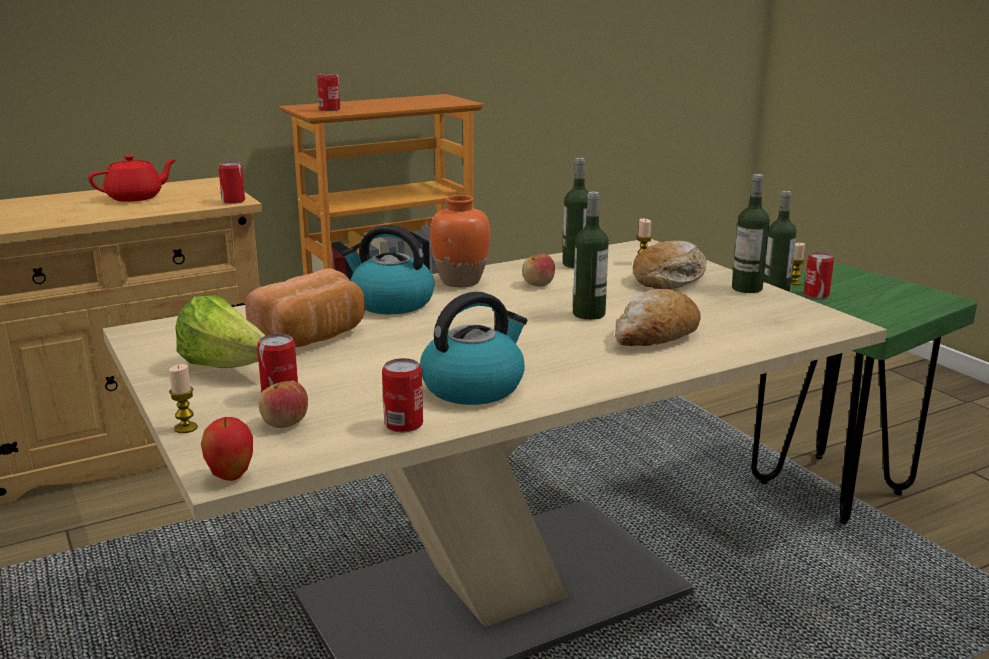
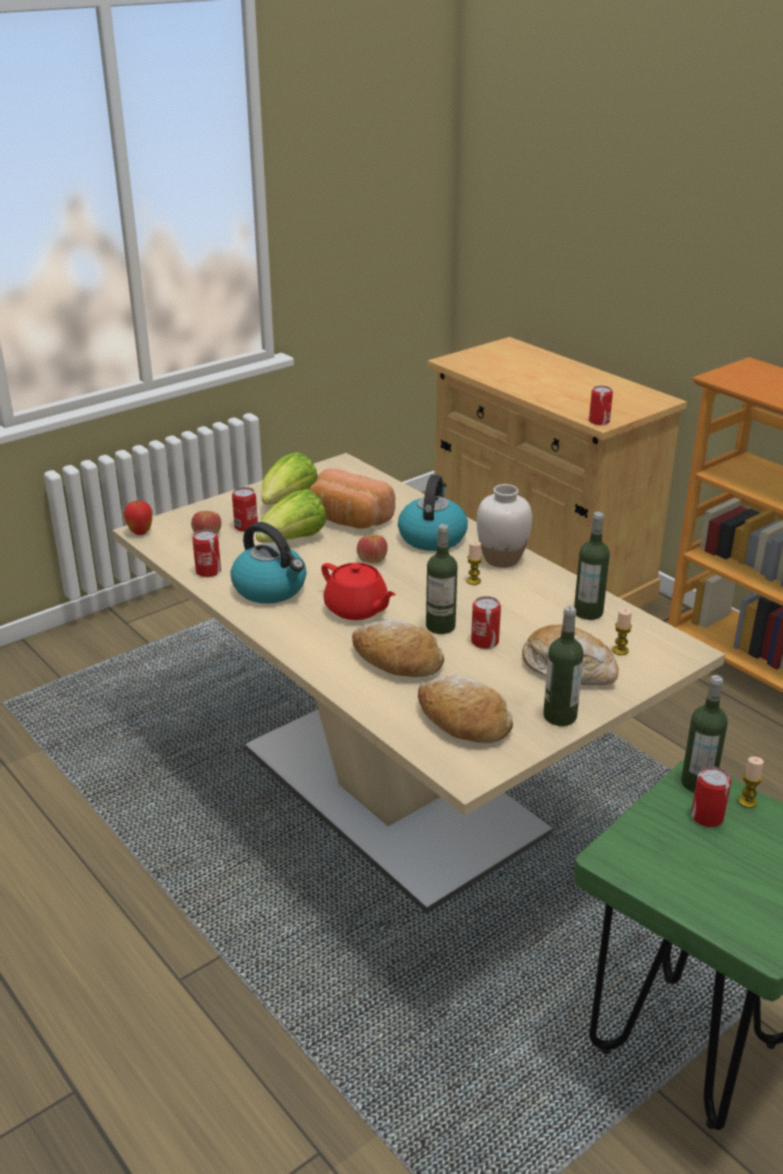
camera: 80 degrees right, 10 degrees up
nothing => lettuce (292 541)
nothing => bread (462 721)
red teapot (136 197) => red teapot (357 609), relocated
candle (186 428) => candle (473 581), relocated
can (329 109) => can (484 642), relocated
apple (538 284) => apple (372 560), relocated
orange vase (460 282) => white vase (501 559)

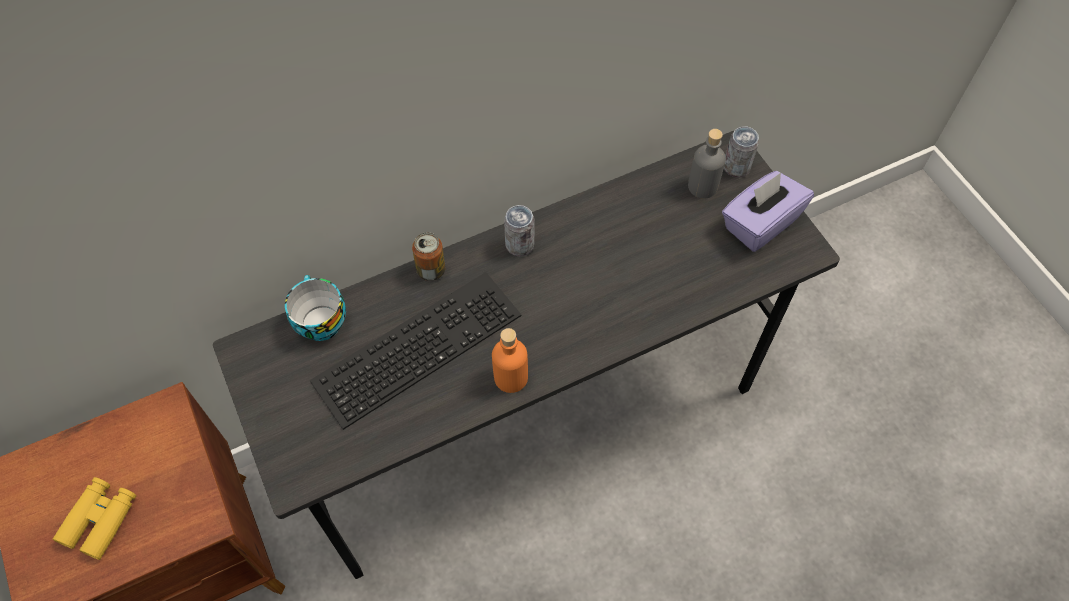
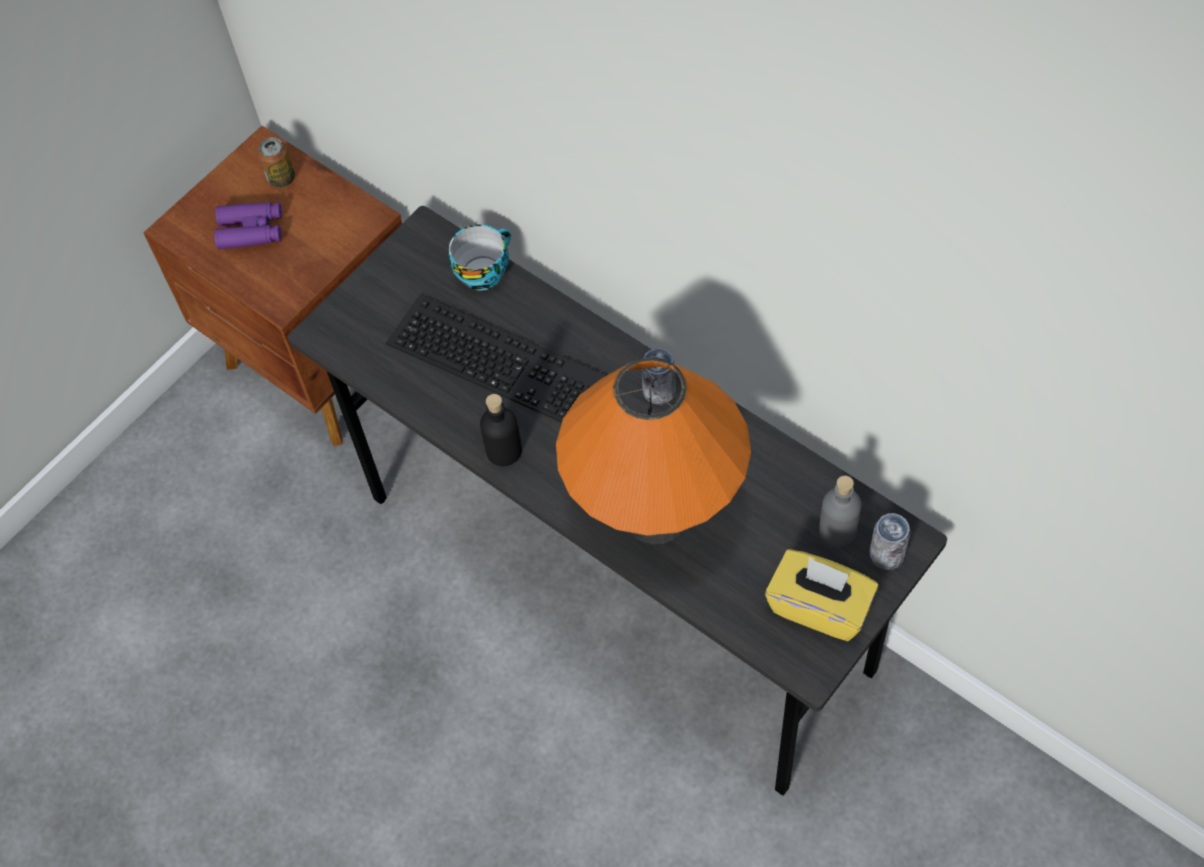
camera: 70 degrees right, 0 degrees up
nothing => orange table lamp (656 517)
can (431 270) => can (281 178), relocated
yellow binoculars (100 520) => purple binoculars (251 230)
orange bottle (510 377) => black bottle (504 450)
purple tissue box (760 223) => yellow tissue box (819 607)

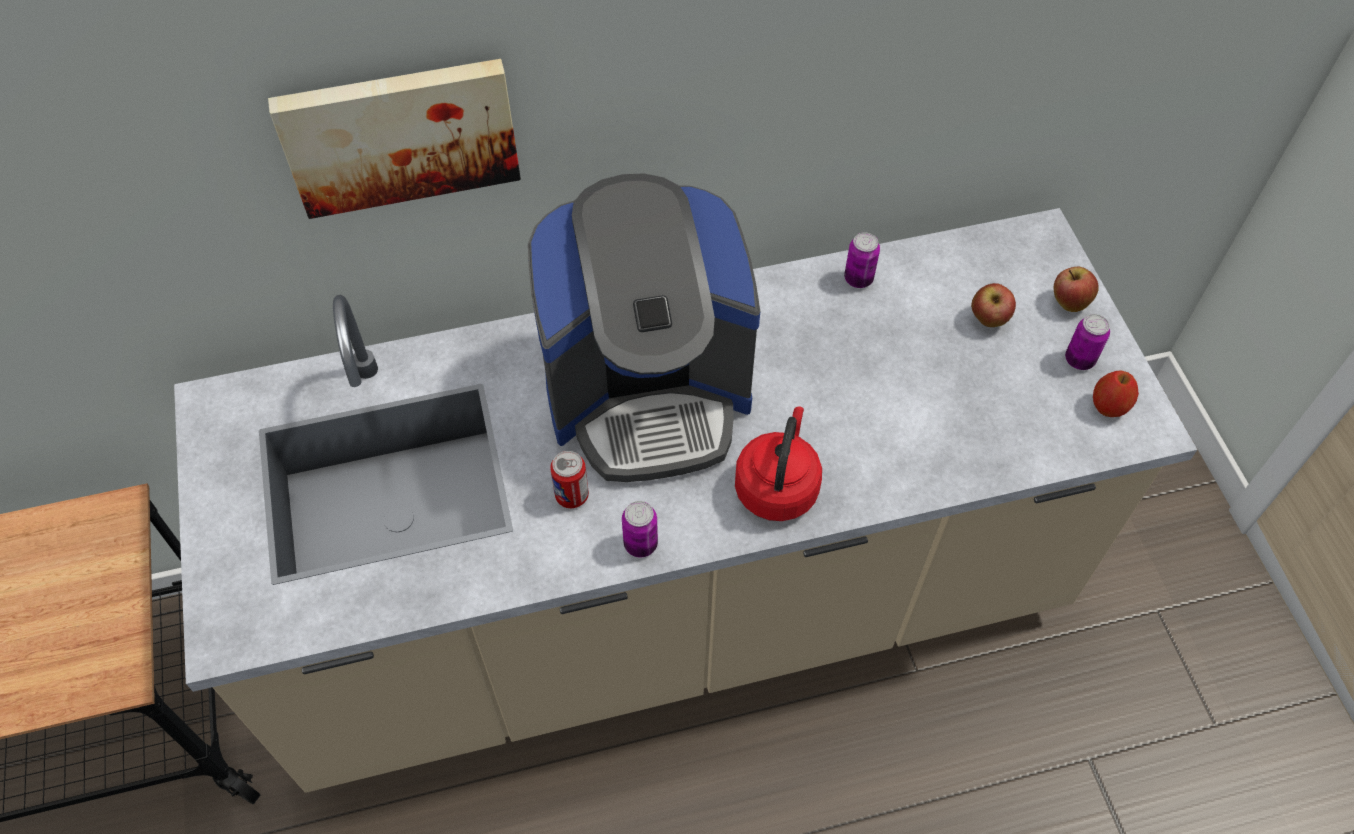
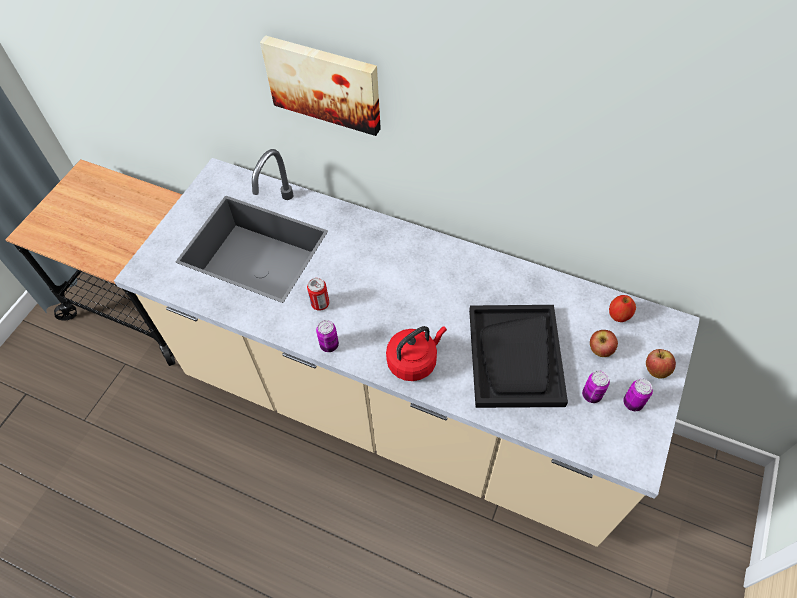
camera: 40 degrees right, 0 degrees up
coffee machine (648 393) => nothing
nothing => black tray (515 357)
can (858 279) => can (591 395), relocated
apple (1109 407) => apple (618 316), relocated

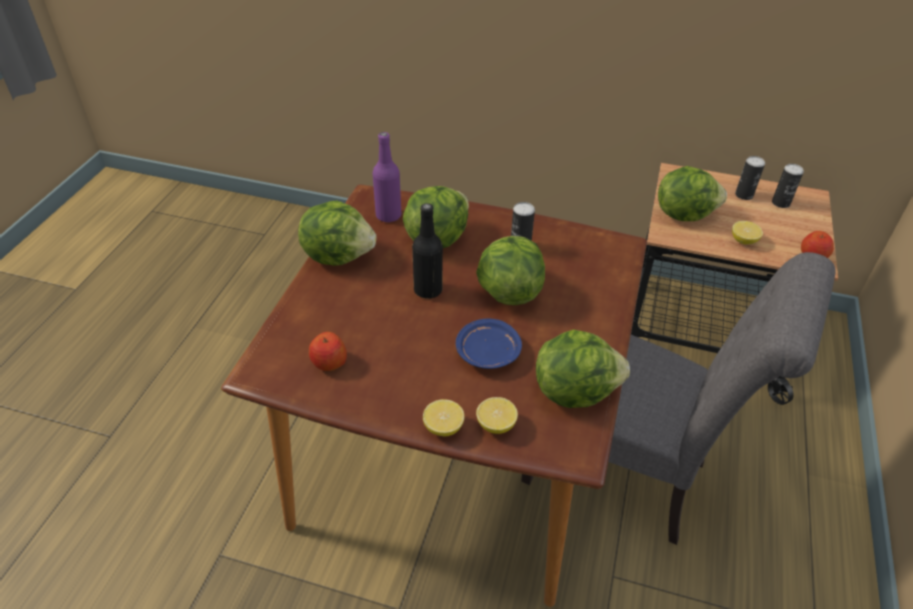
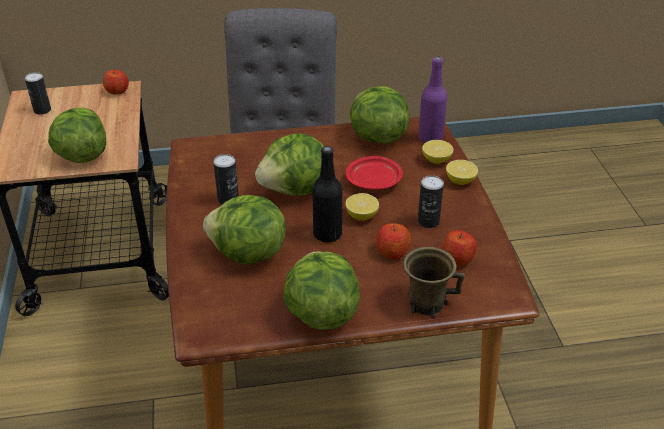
camera: 115 degrees left, 5 degrees down
nothing => apple (392 252)
nothing => brown mug (426 302)
purple bottle (388 215) => purple bottle (430 138), relocated
lemon (743 240) => lemon (361 216), relocated
can (744 195) => can (428 221), relocated
blue plate (488 353) => red plate (374 181)

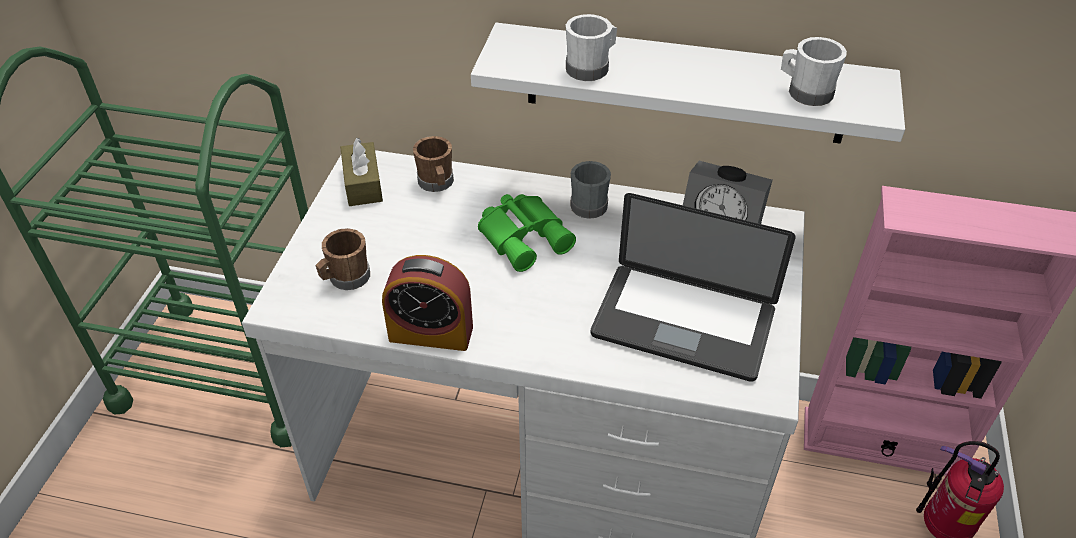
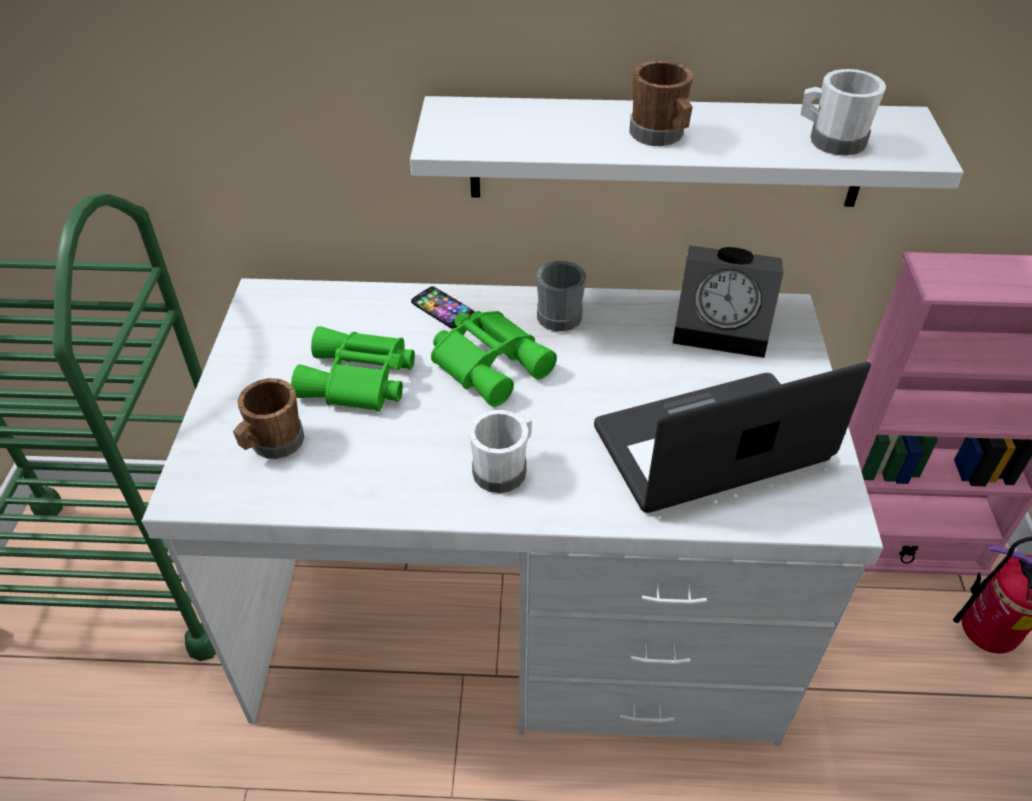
camera: 10 degrees left, 0 degrees up
brown tissue box (363 184) => nothing
alarm clock (431 333) => nothing
nothing => green binoculars (358 381)
nothing => phone (443 309)
brown mug (437 183) => brown mug (660 136), relocated
white mug (591 68) => white mug (504 469), relocated
laptop (683 323) => laptop (711 445), 150 degrees clockwise

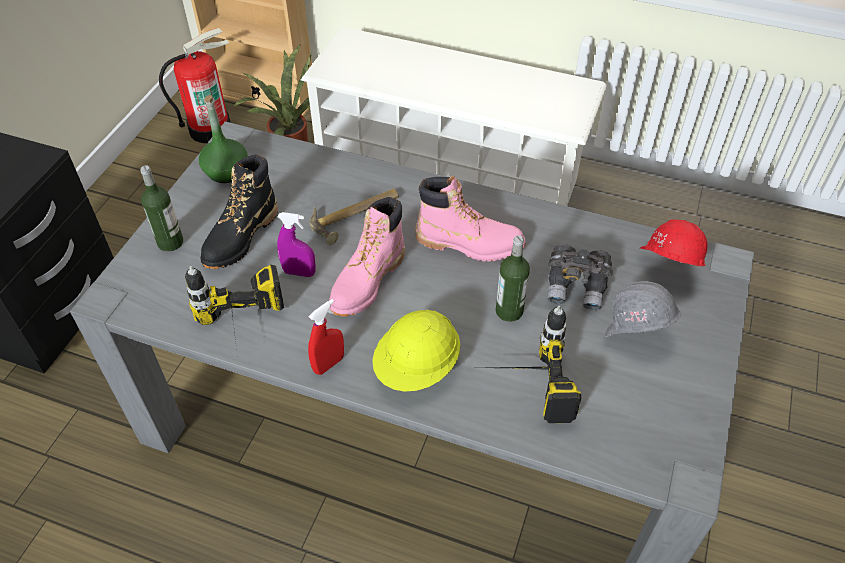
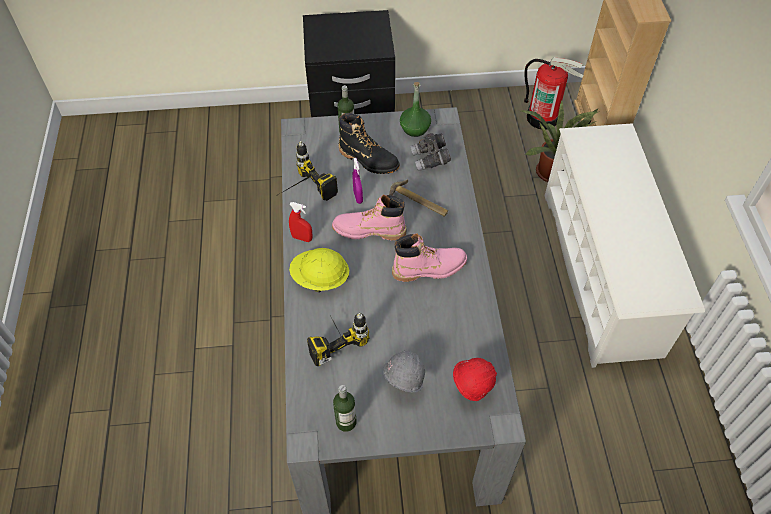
camera: 65 degrees right, 5 degrees up
bottle (509 311) => bottle (346 422), relocated
grey binoculars (577 287) => grey binoculars (430 159), relocated
black boot (241 237) => black boot (368 159), 150 degrees counterclockwise
pink boot (469 243) => pink boot (429 268), 90 degrees counterclockwise

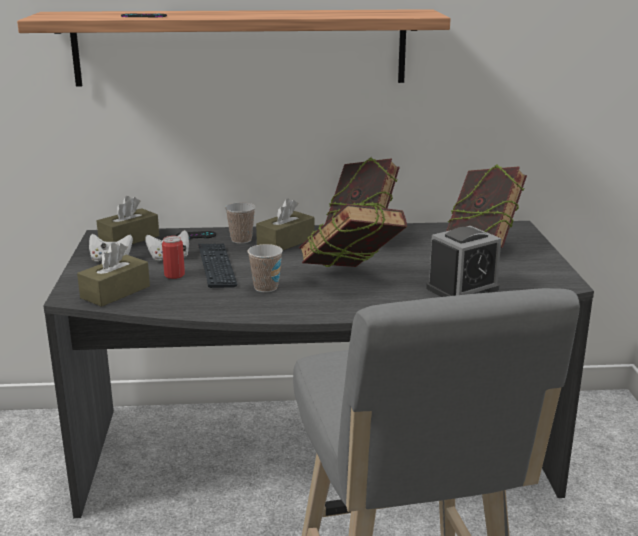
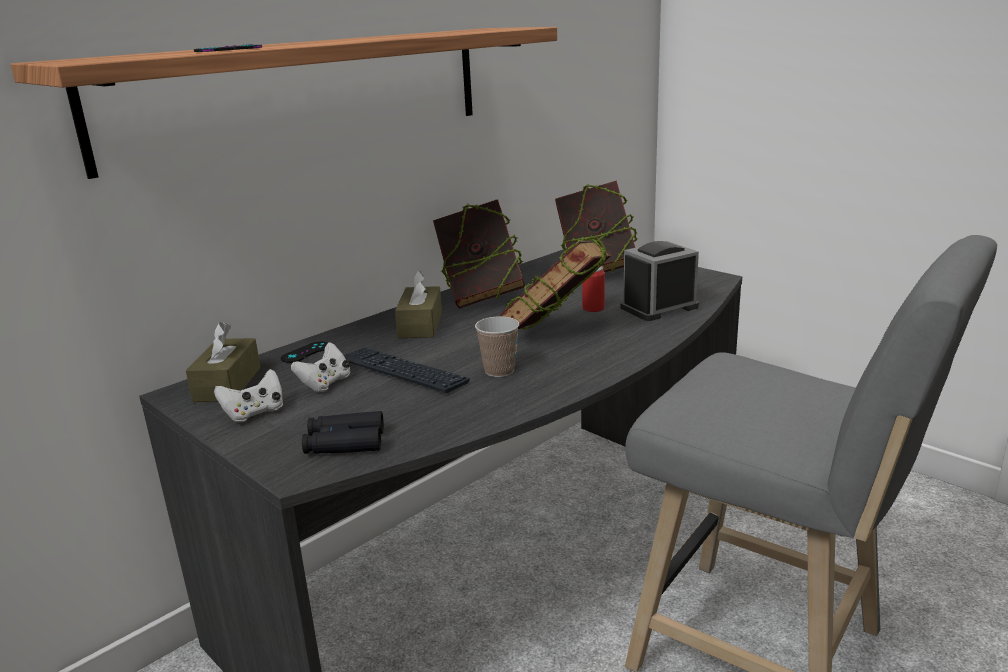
camera: 40 degrees left, 0 degrees up
cup (241 240) => nothing
can (174 275) => can (593 308), relocated
brown tissue box (115 292) => black binoculars (344 443)
alarm clock (462 288) => alarm clock (659 307), 135 degrees counterclockwise

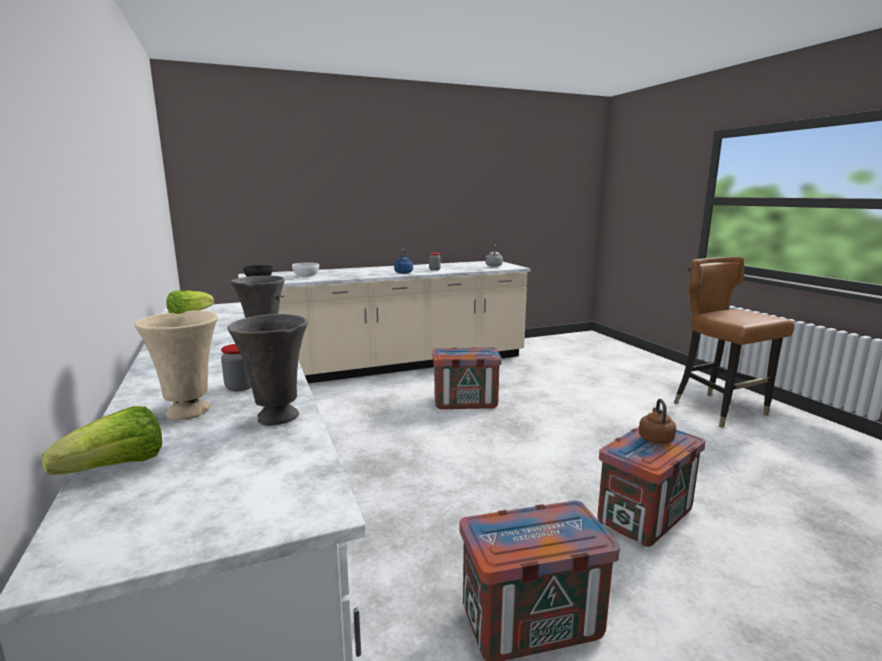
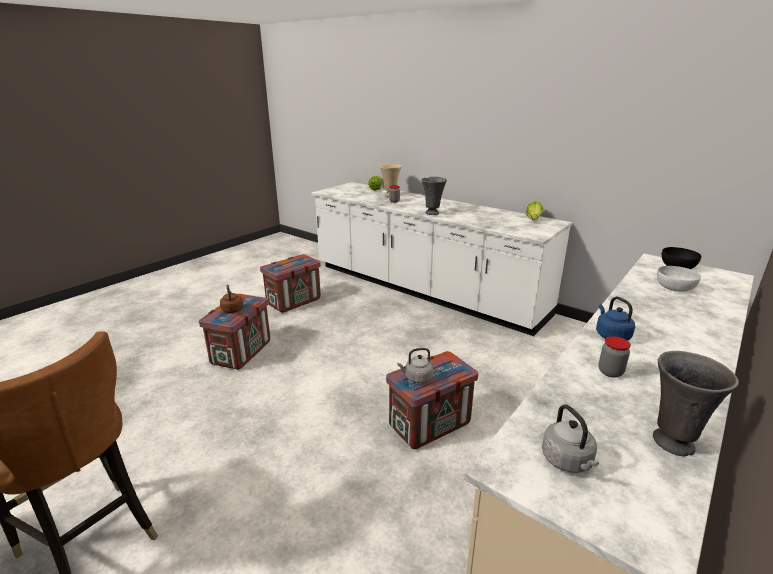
camera: 150 degrees right, 10 degrees up
nothing => grey kettle (417 378)
grey vase (276 418) => grey vase (671 441), relocated

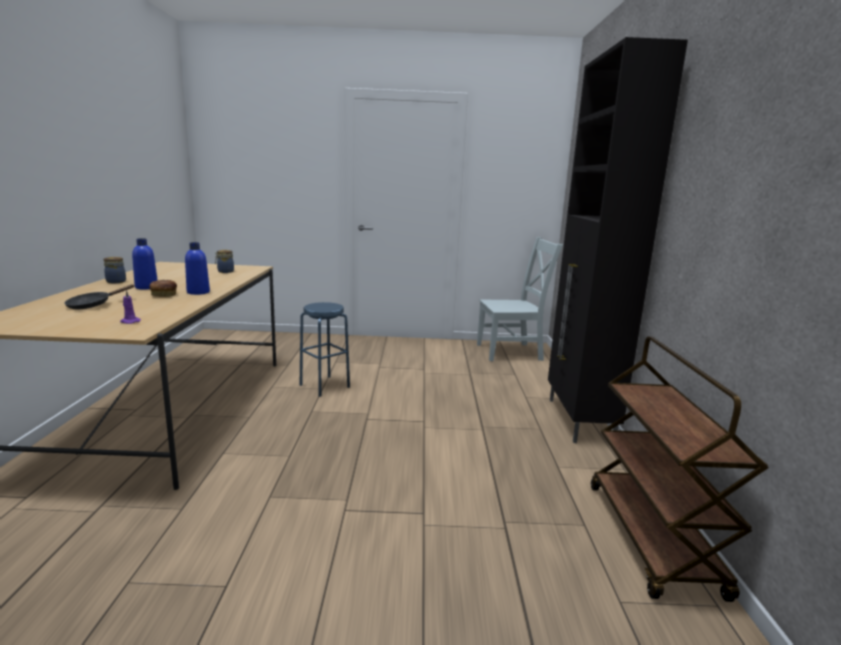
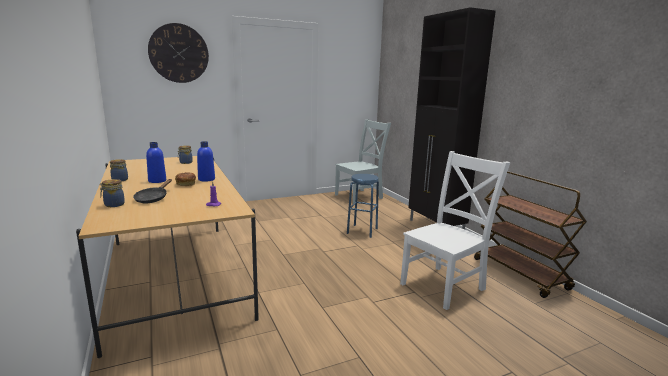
camera: 25 degrees left, 0 degrees up
nothing => jar (113 205)
nothing => wall clock (179 53)
nothing => white chair (445 285)
blue stool (324 386) => blue stool (362 231), relocated

